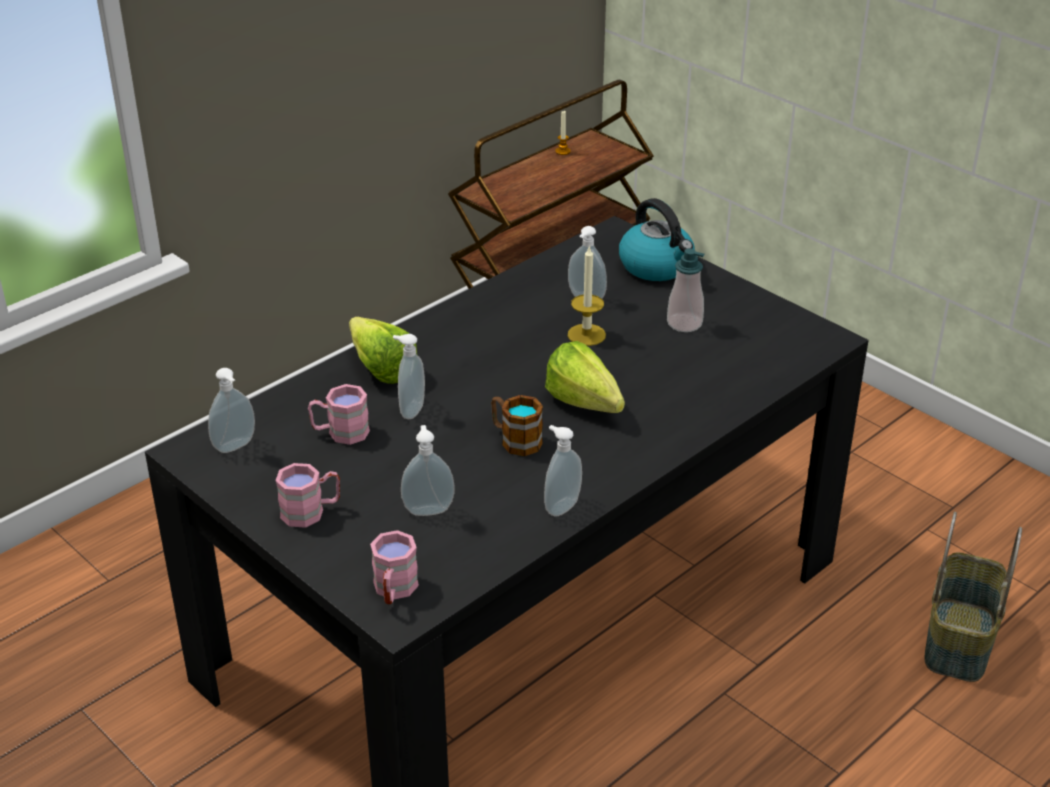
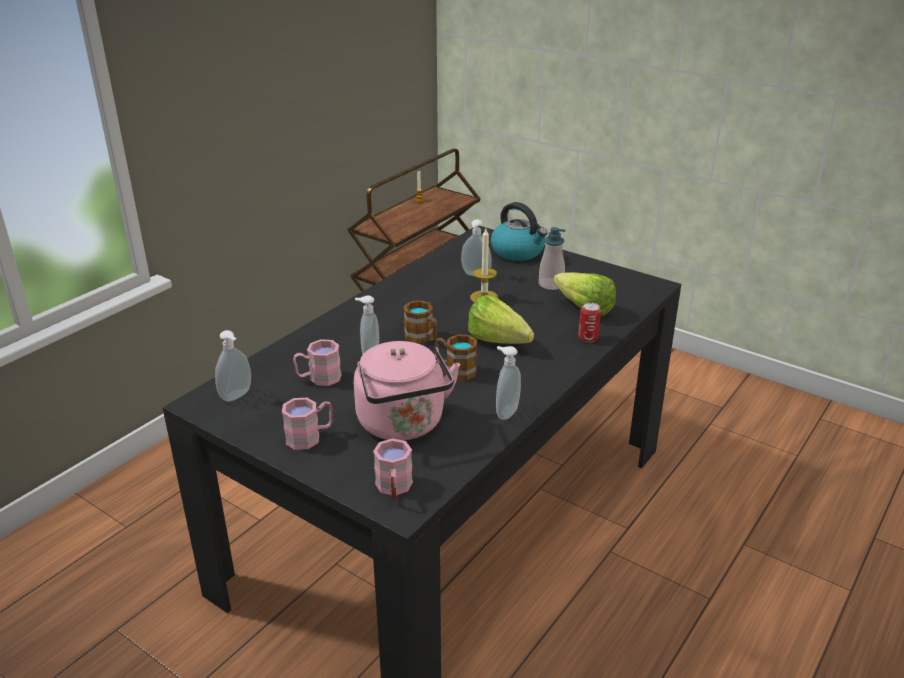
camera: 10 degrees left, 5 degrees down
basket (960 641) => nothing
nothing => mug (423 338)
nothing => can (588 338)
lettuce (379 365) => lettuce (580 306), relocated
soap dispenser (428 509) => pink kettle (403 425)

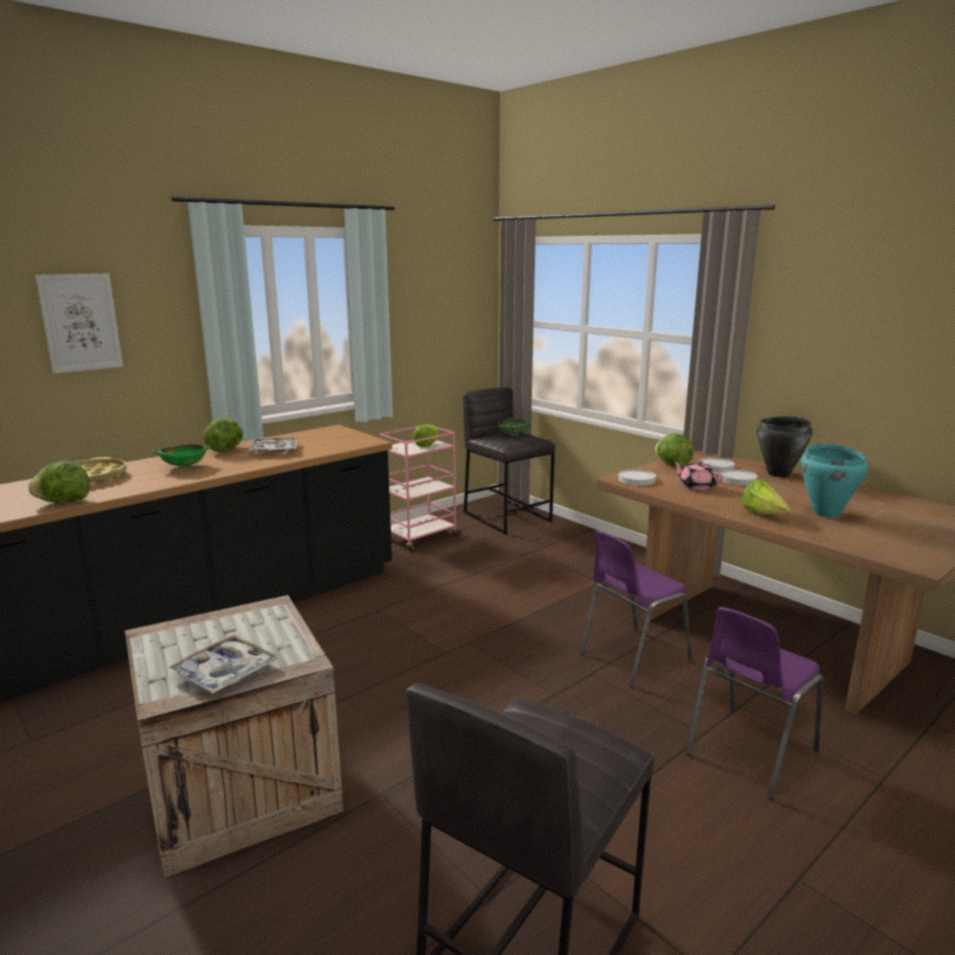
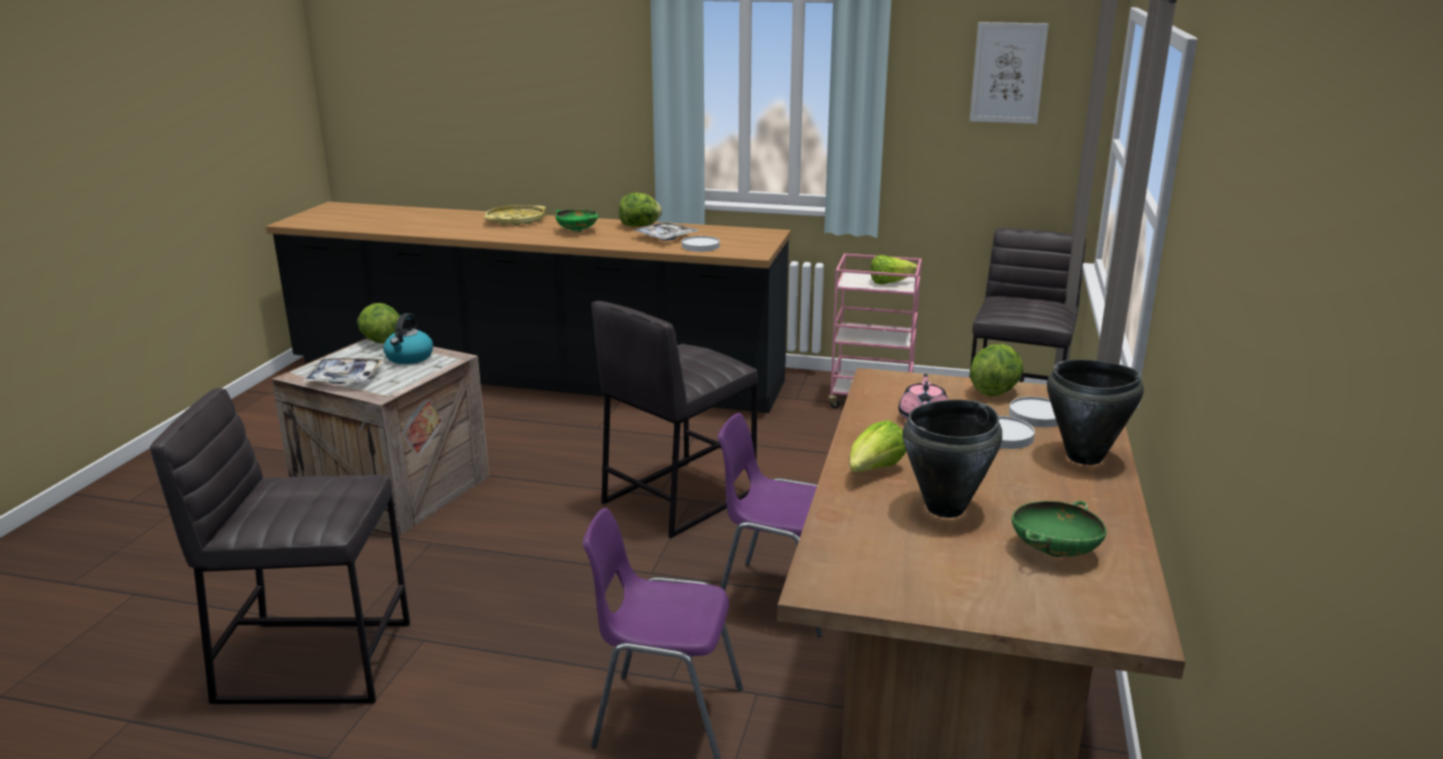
camera: 55 degrees right, 5 degrees up
nothing => kettle (409 358)
nothing => grey stool (677 497)
lettuce (64 502) => lettuce (380 341), relocated
picture (80 322) => picture (1008 73), relocated
green bowl (514 435) => green bowl (1054 551), relocated
white plate (636 479) => white plate (700 246), relocated
turquoise cooking pot (826 513) => black cooking pot (946 508)

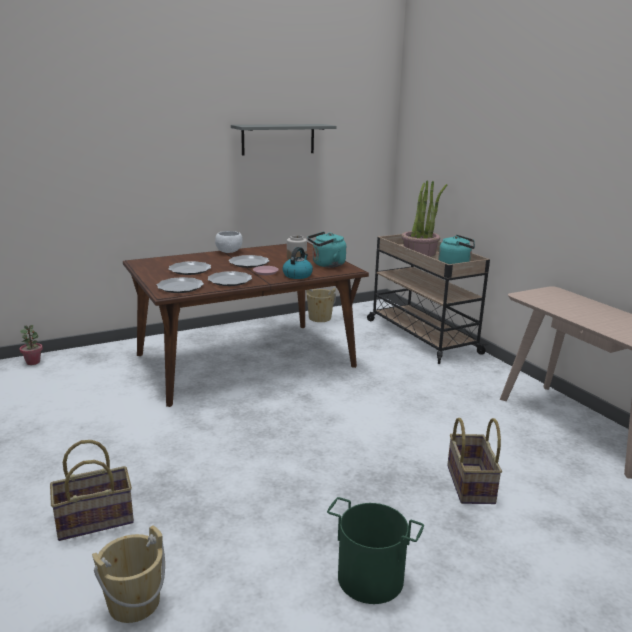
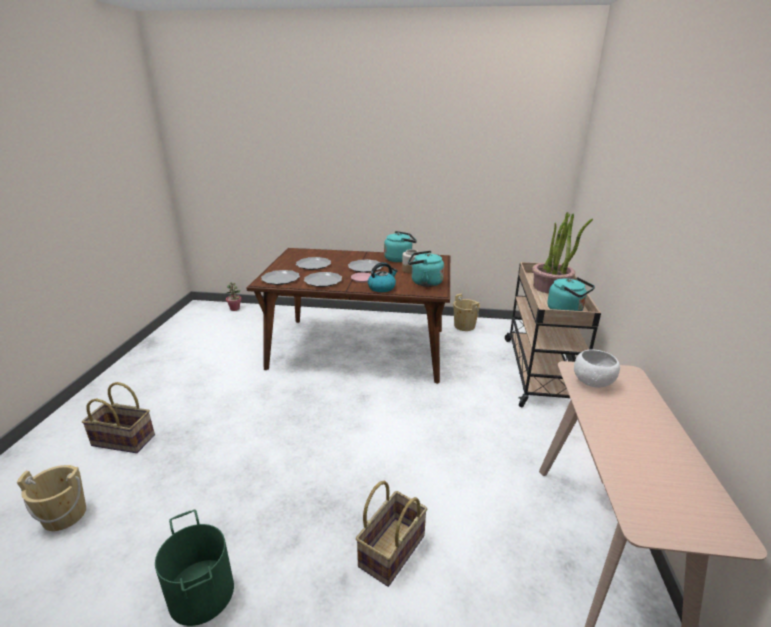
camera: 35 degrees right, 5 degrees up
grey shelf (278 139) => nothing
nothing => turquoise kettle (399 259)
white bowl (229 252) => white bowl (593 382), relocated

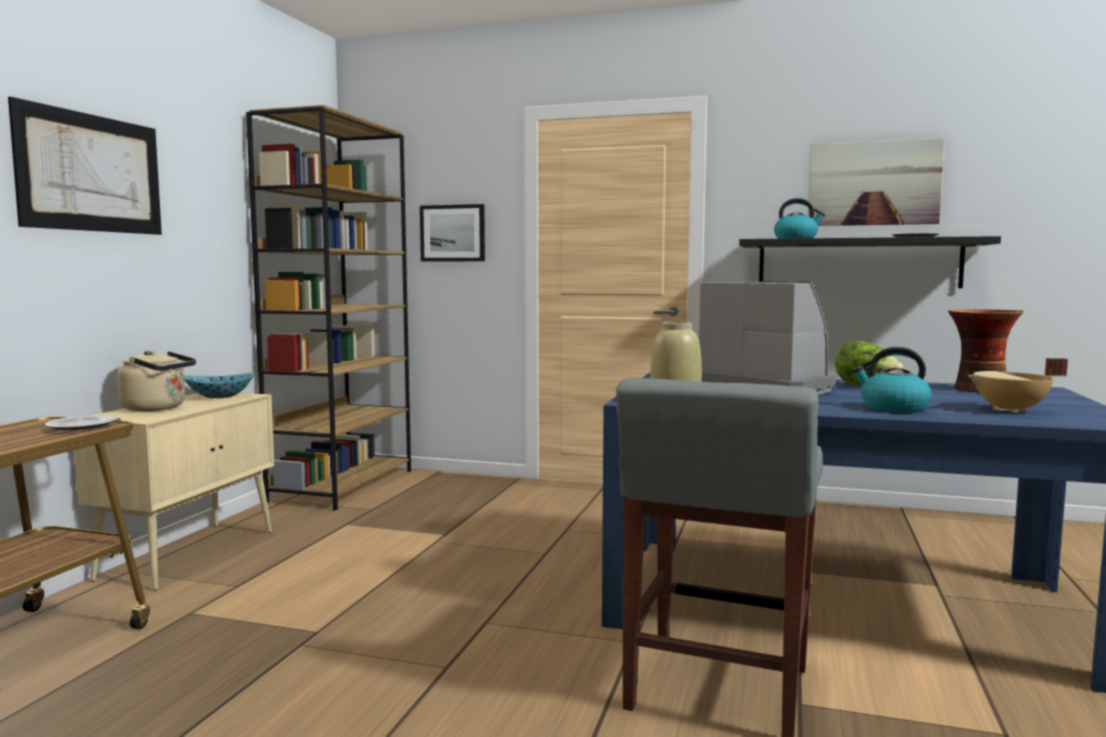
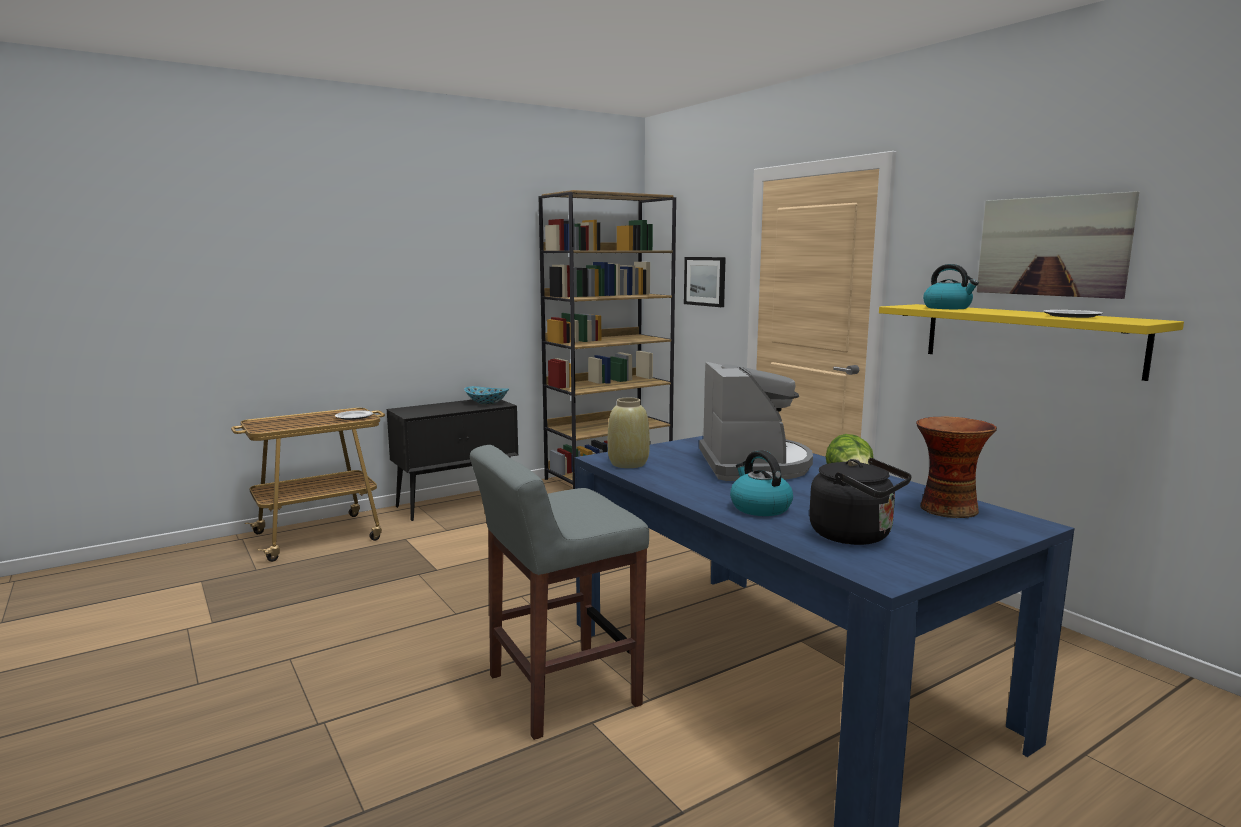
camera: 40 degrees right, 5 degrees up
picture (91 173) => nothing
beige kettle (158 408) => nothing
beige cooking pot (1011 410) => black kettle (856 536)
beige cabinet (190 554) => black cabinet (458 503)
black shelf (858 263) => yellow shelf (1028 338)

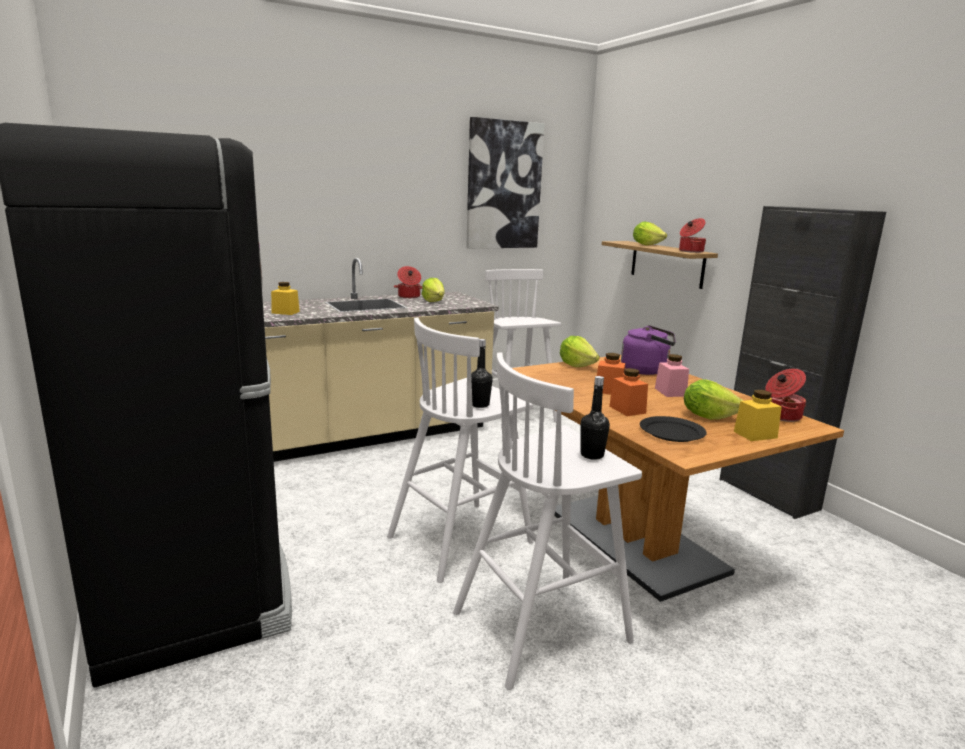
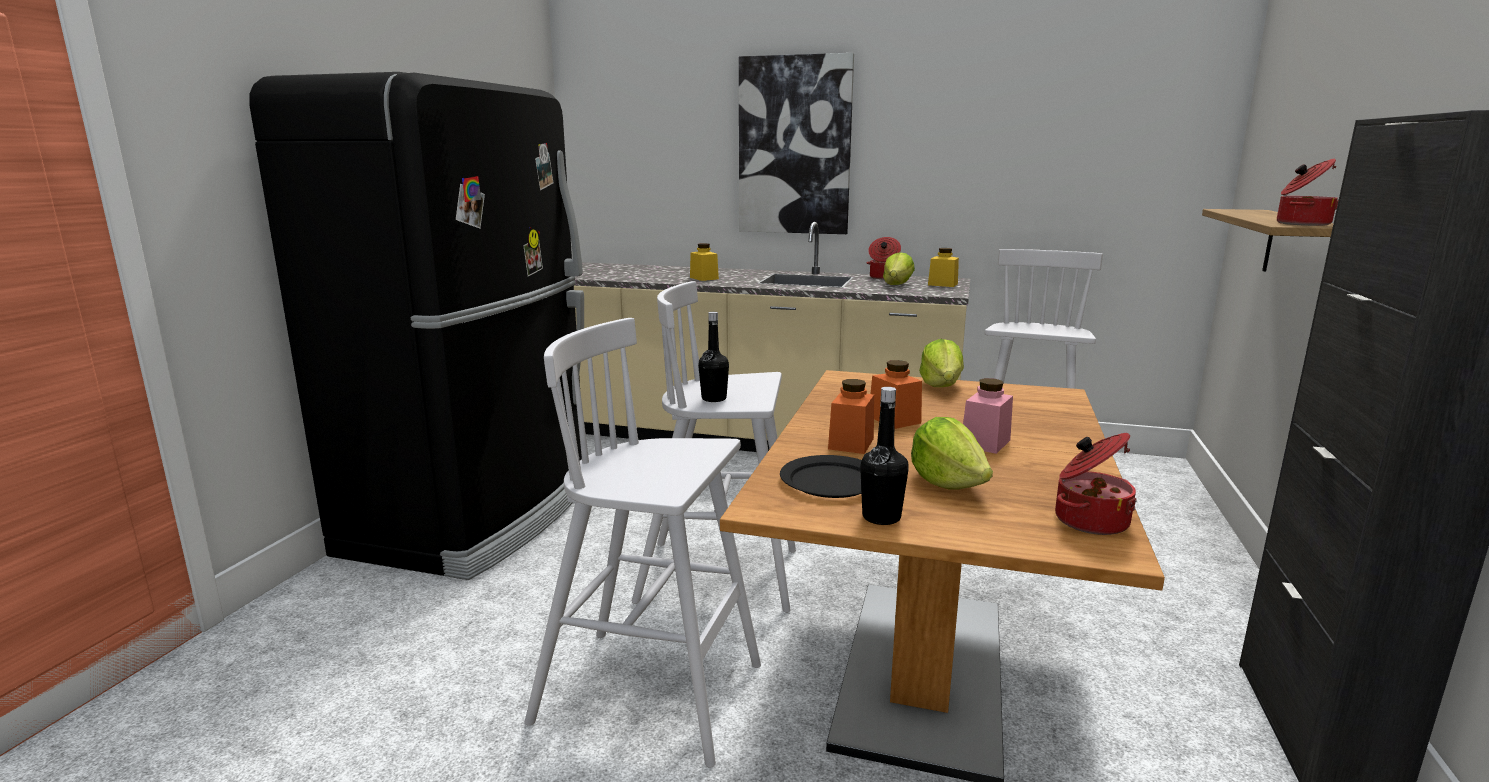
camera: 45 degrees right, 0 degrees up
purple kettle (647 370) => nothing
lettuce (647 245) => nothing
picture (503 185) => picture (794 146), relocated
black bottle (592 455) => black bottle (881 517), relocated
yellow jar (755 434) => yellow jar (942 284), relocated

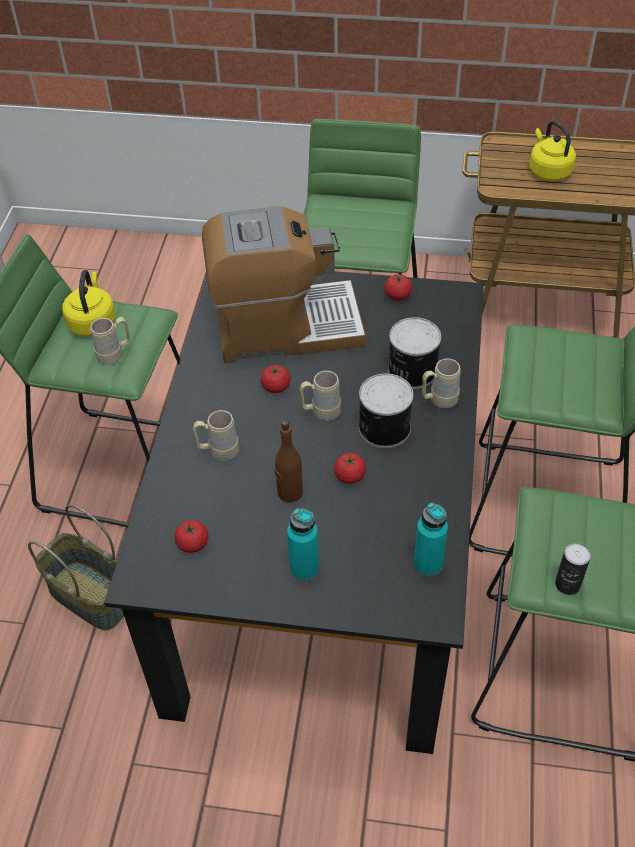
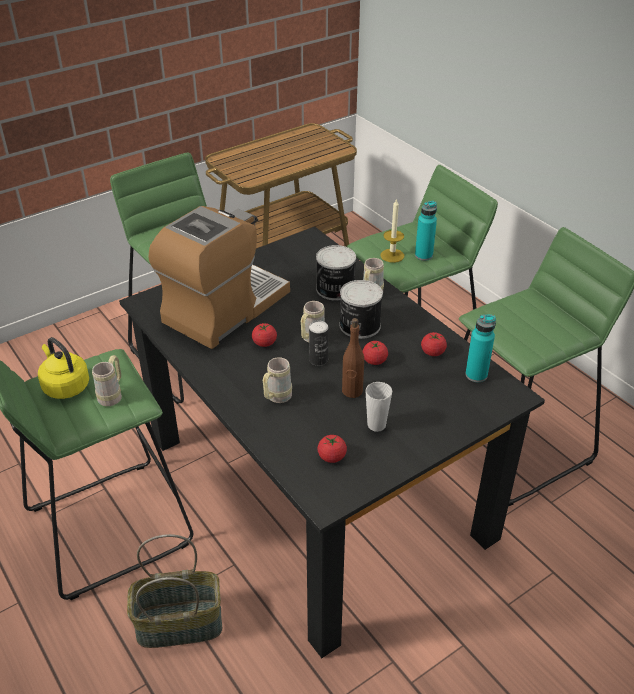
camera: 45 degrees left, 10 degrees down
yellow kettle (548 170) => nothing
nothing => cup (376 425)
nothing => candle (392 255)
turquoise bottle (304 569) => turquoise bottle (423 255), relocated
tomato (397 295) => tomato (433 352), relocated
can (567 584) => can (318 360), relocated

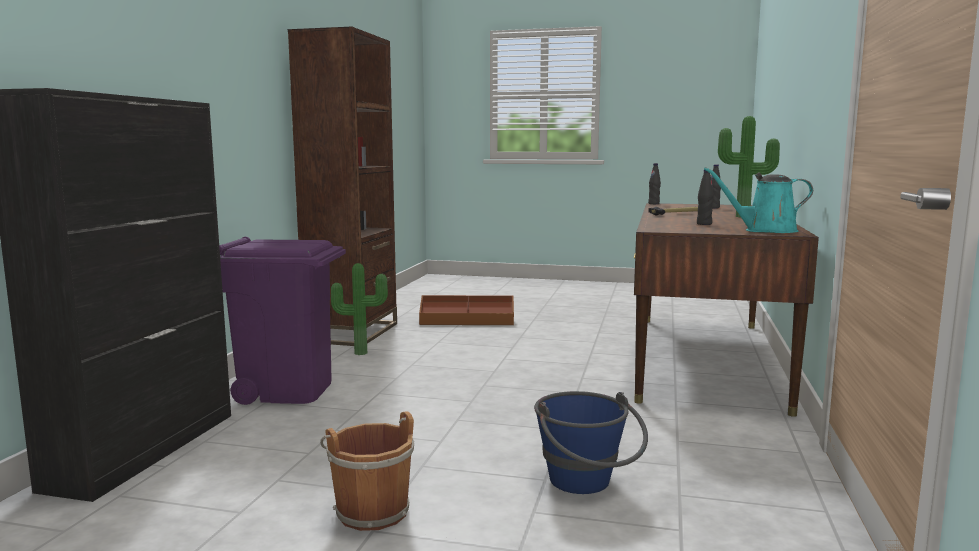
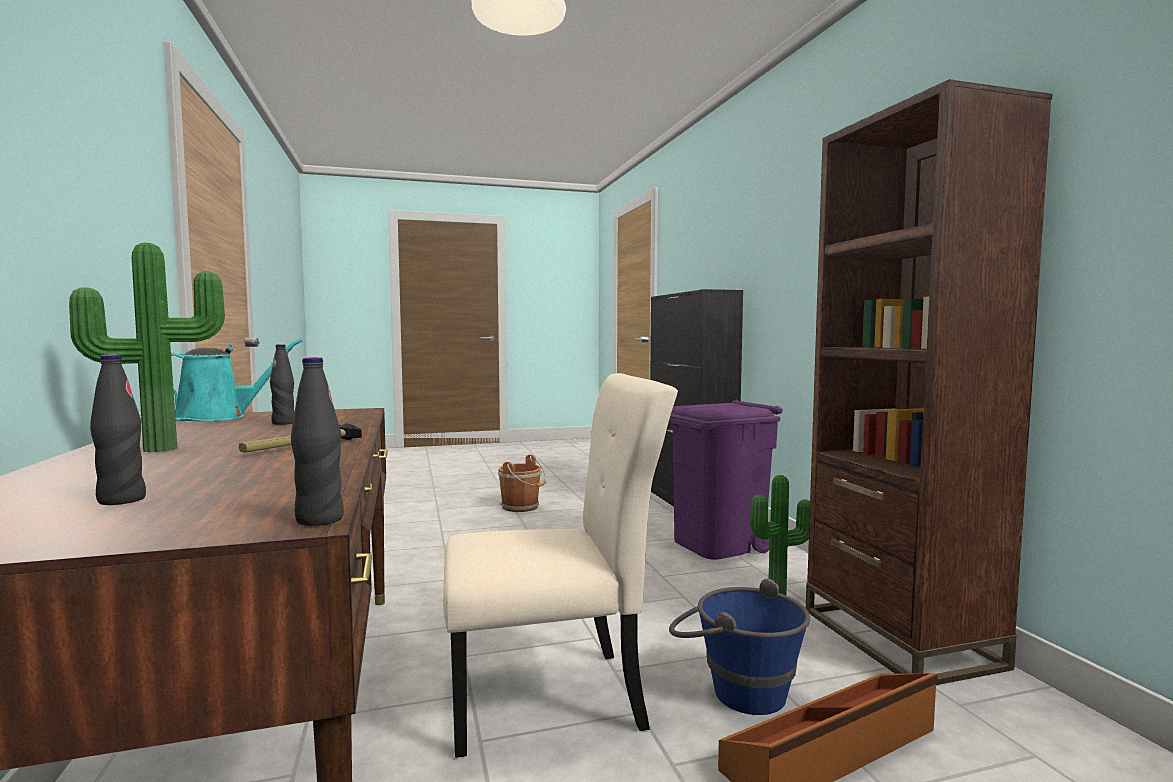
camera: 150 degrees right, 5 degrees down
nothing => beige chair (554 698)
blue bucket (586 485) => blue bucket (734 689), relocated

